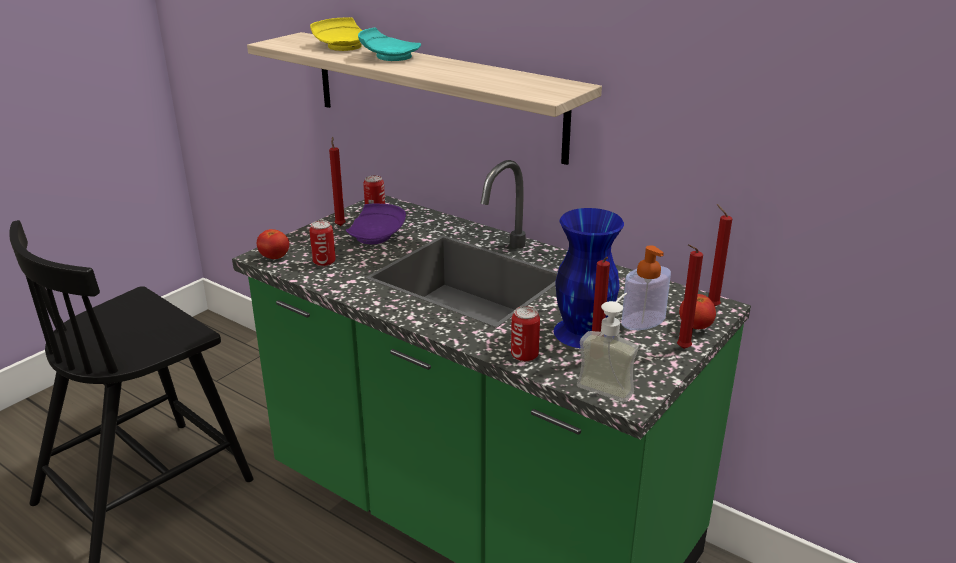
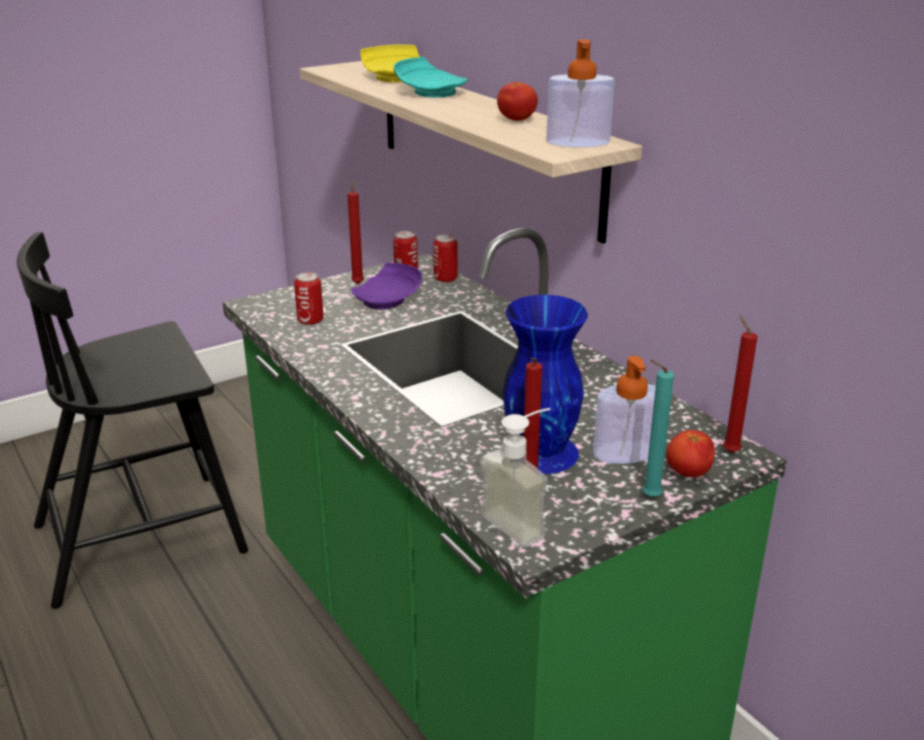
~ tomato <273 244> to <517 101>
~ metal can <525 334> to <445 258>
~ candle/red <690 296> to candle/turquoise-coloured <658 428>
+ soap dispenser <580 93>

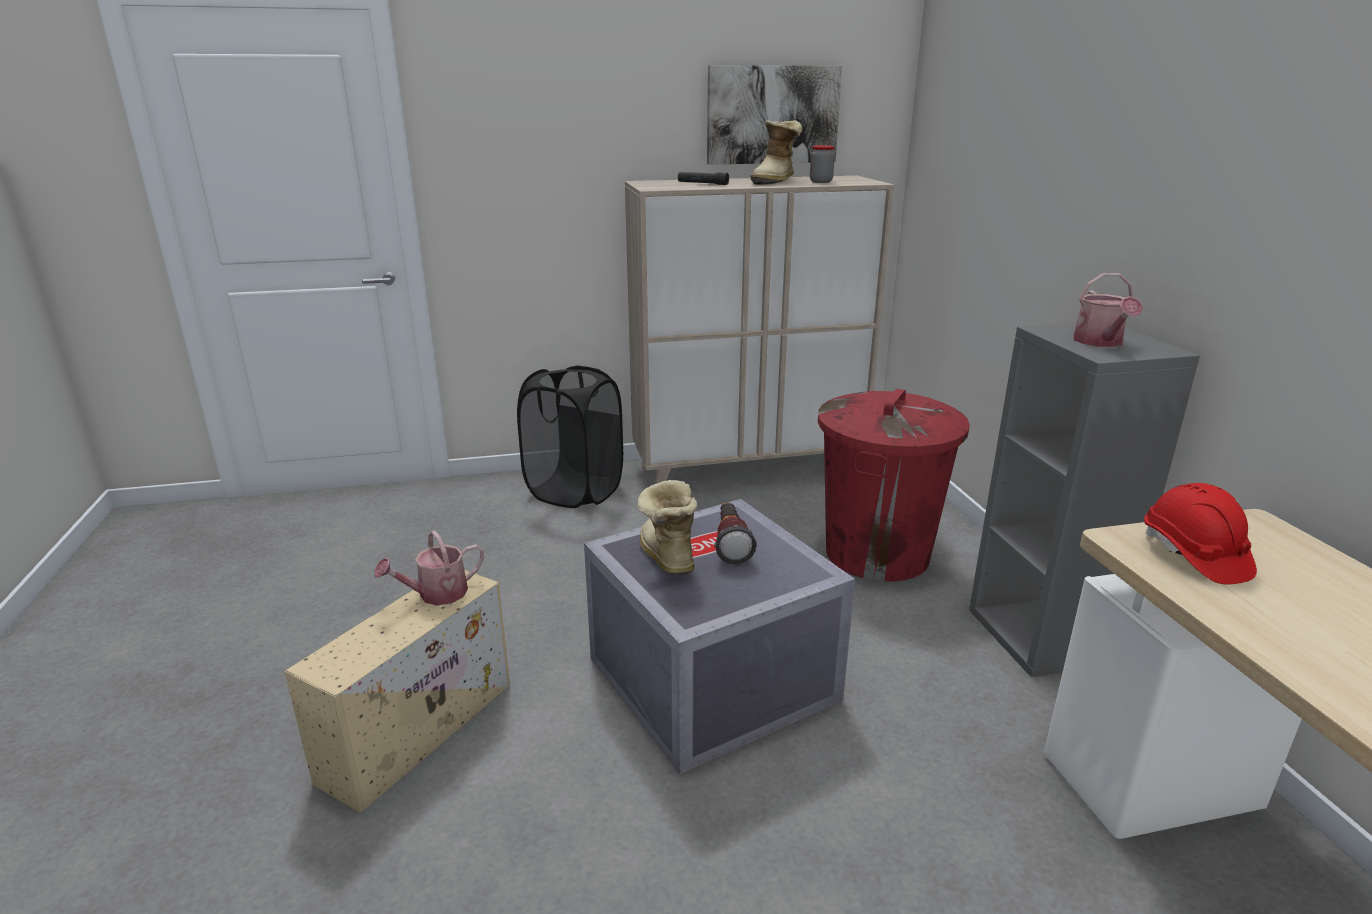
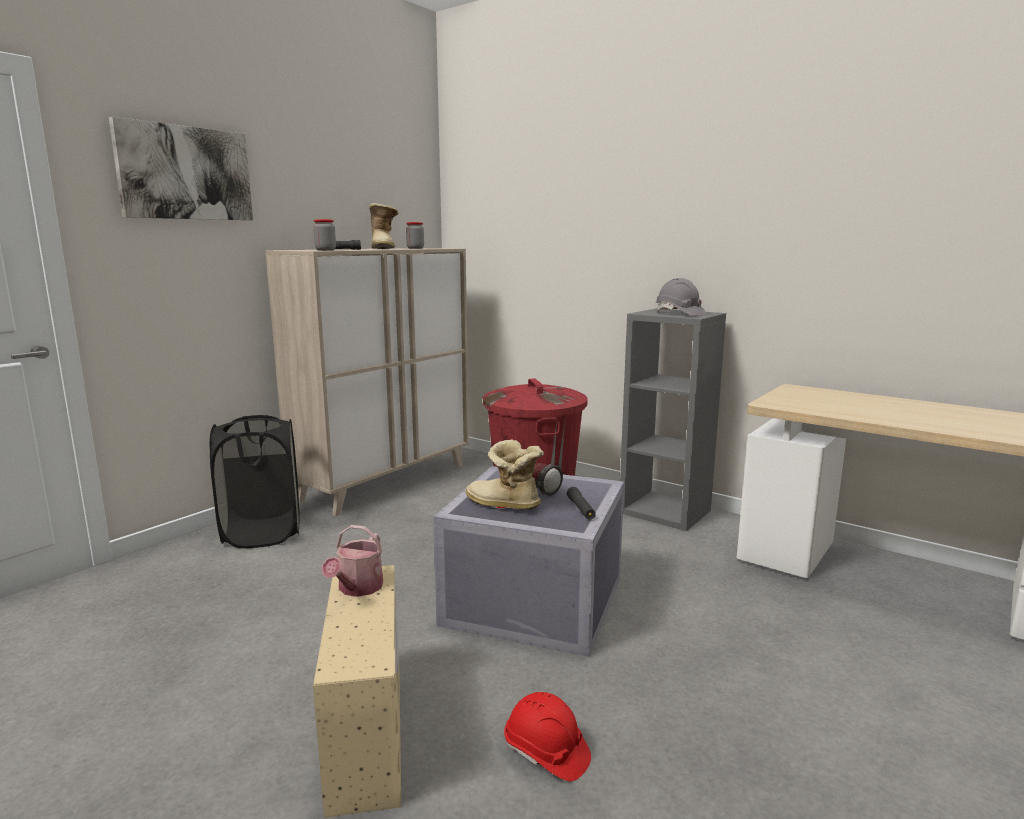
~ picture <774 115> to <181 168>
~ watering pot <1108 310> to work helmet/greyish <681 297>
~ work helmet/red <1200 534> to <547 736>
+ preserve jar <324 235>
+ flashlight/blackish <581 503>

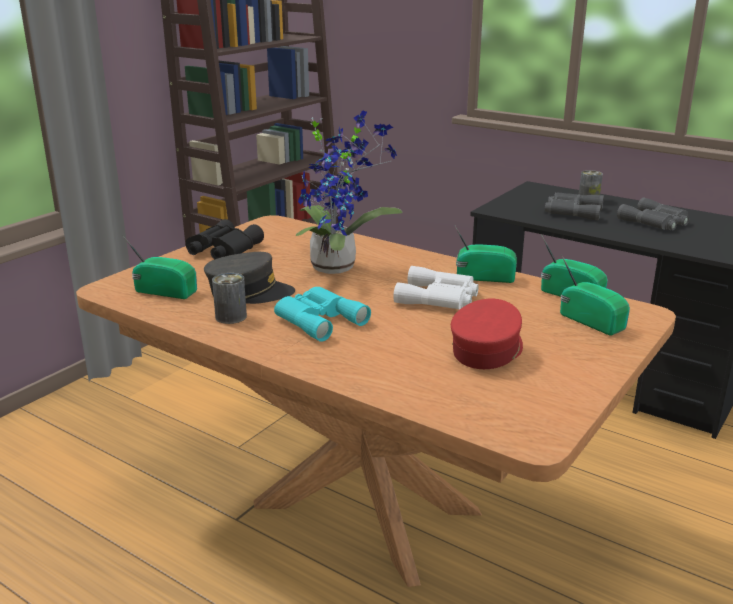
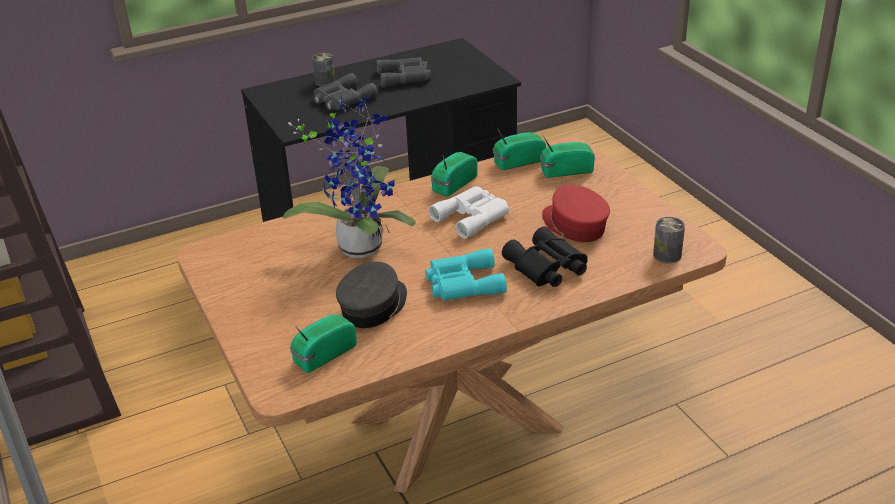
~ pair of binoculars/blackish <225 239> to <545 257>
~ metal can <229 298> to <669 240>

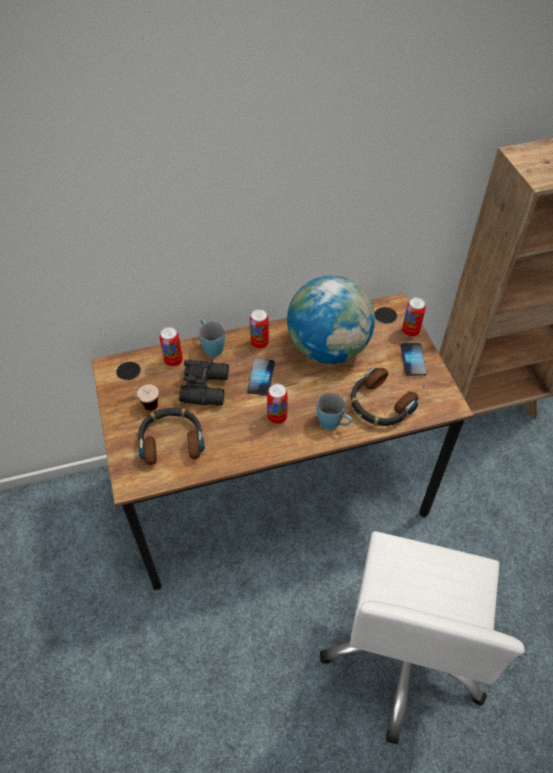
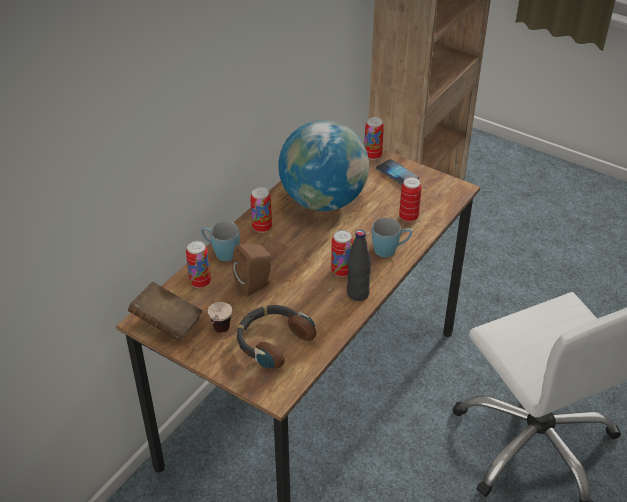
~ pair of binoculars/blackish <204 382> to speaker/brownish <251 269>
- phone <261 377>
~ pair of headphones <384 397> to metal can <410 199>
+ bound book/brownish <165 312>
+ drink bottle/blackish <359 265>

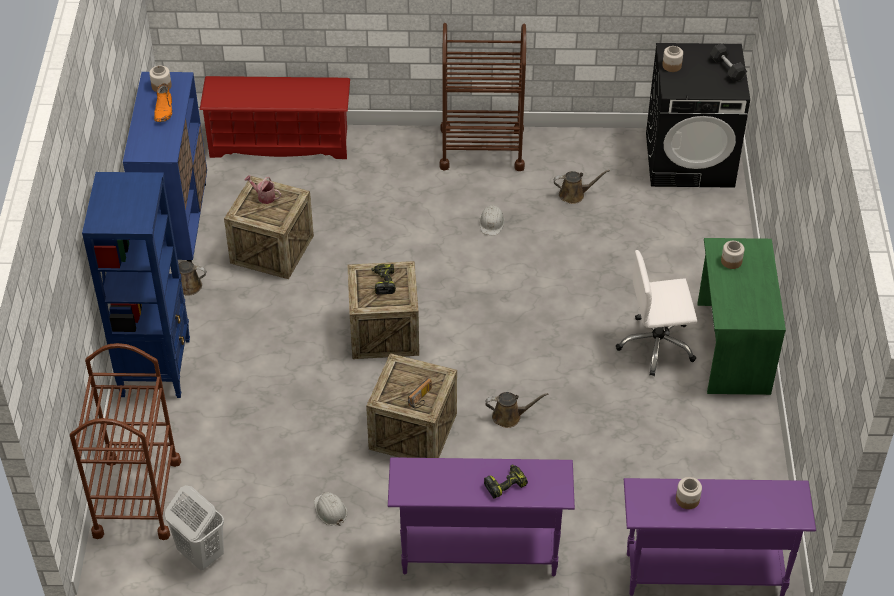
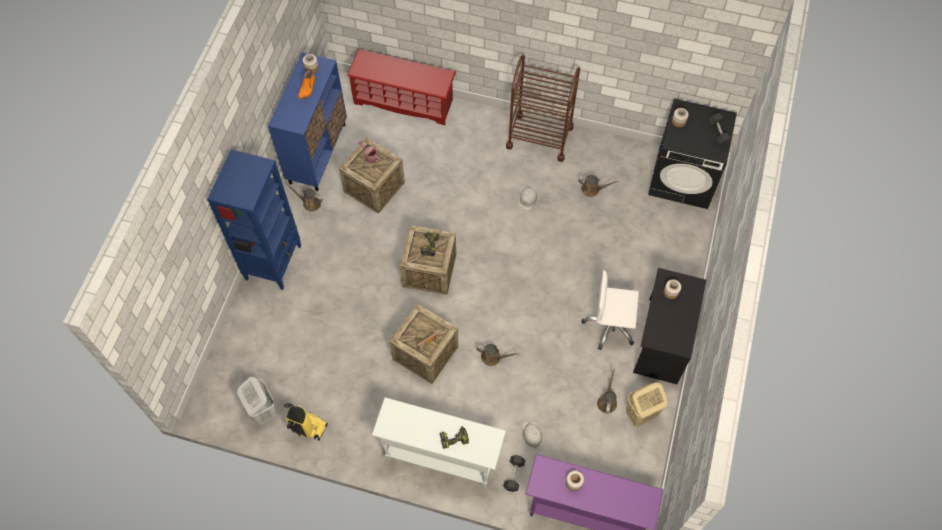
- trolley/brownish <125 441>
~ work helmet/white-coloured <331 509> to <532 434>
~ console table/purple-coloured <481 516> to console table/white-coloured <439 442>
~ desk unit/green <741 316> to desk unit/blackish <669 326>
+ vacuum <306 422>
+ free weight/greyish <514 473>
+ watering pot/brownish <607 391>
+ washing basket/sand-coloured <647 404>

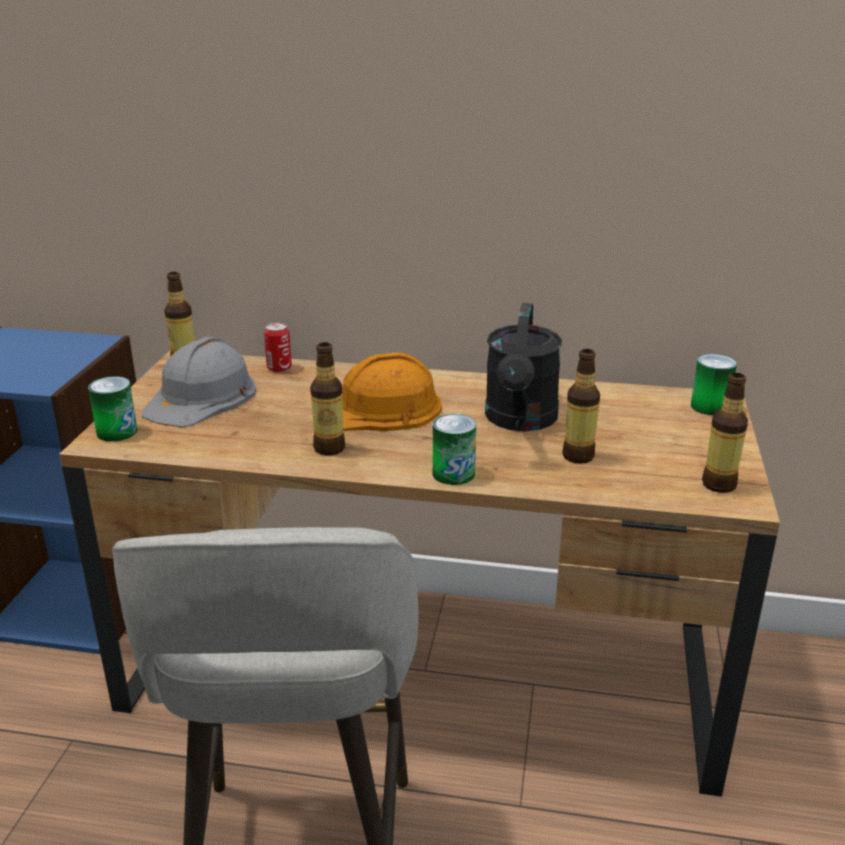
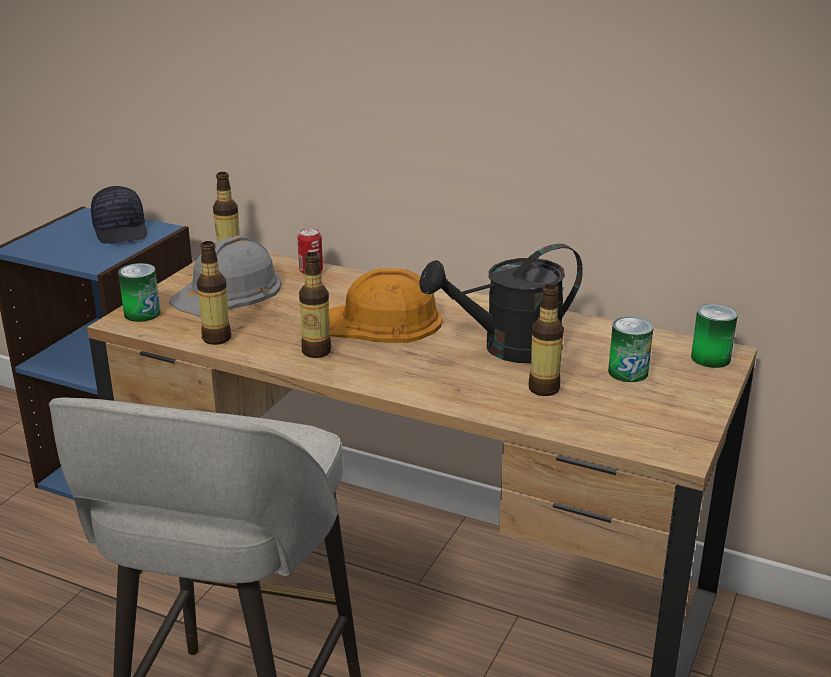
~ metal can <454 449> to <631 349>
~ watering pot/blackish <523 367> = <501 303> 45 degrees clockwise
~ drink bottle <725 433> to <214 293>
+ baseball cap/blackish <119 215>

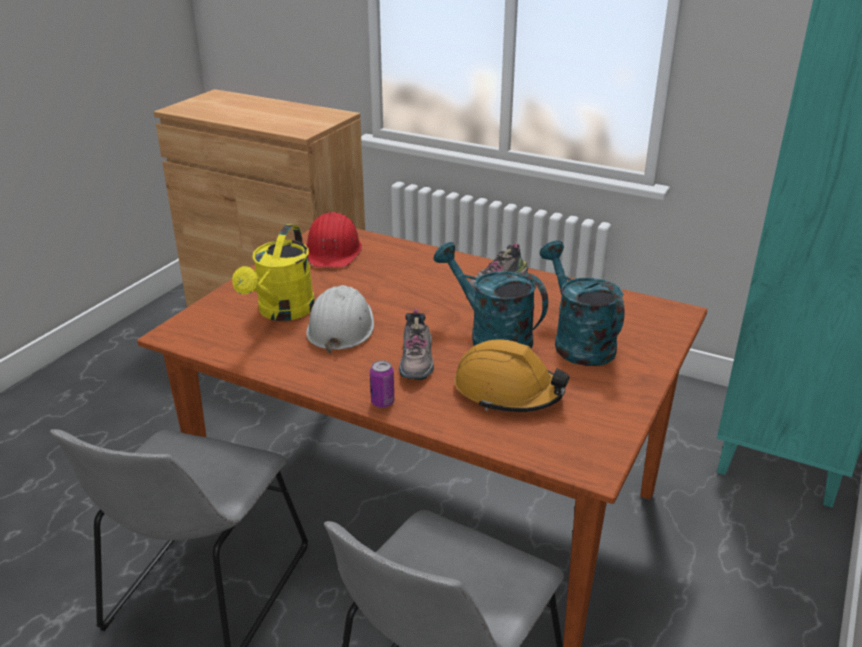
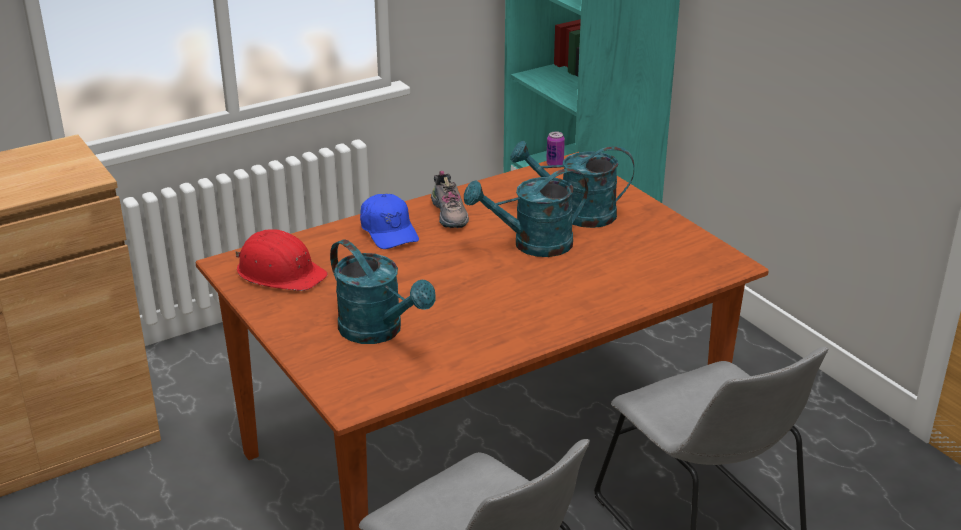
~ watering pot/yellow <273 272> to watering pot/turquoise-coloured <383 291>
- work helmet/white-coloured <340 319>
~ metal can <382 384> to <555 148>
- low shoe <416 344>
- work helmet/orange <512 375>
+ baseball cap/blue-coloured <389 221>

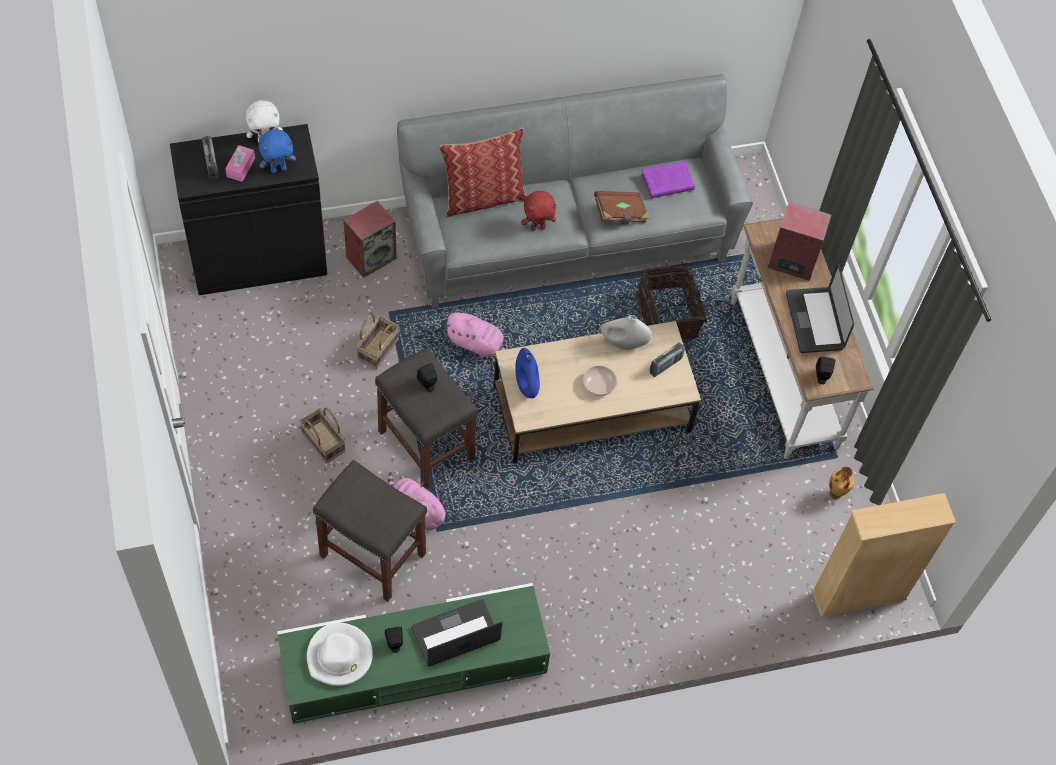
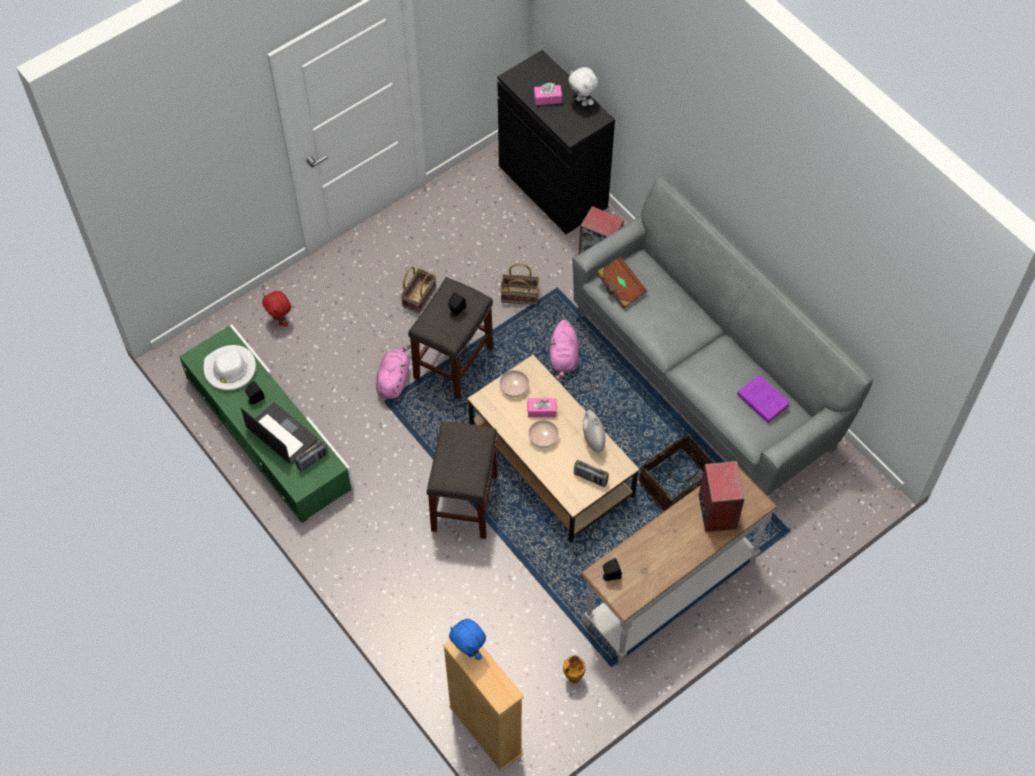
~ radio receiver <210 158> to <311 456>
~ soft toy/blue-coloured <277 151> to <467 639>
~ sitting stool/greyish <370 531> to <462 480>
- throw pillow <483 172>
~ flower vase/blue-coloured <527 373> to deep dish <514 383>
~ soft toy/red <538 211> to <276 309>
~ bound book/brownish <621 207> to <622 282>
- portable computer <820 308>
+ tissue holder/pinkish <542 407>

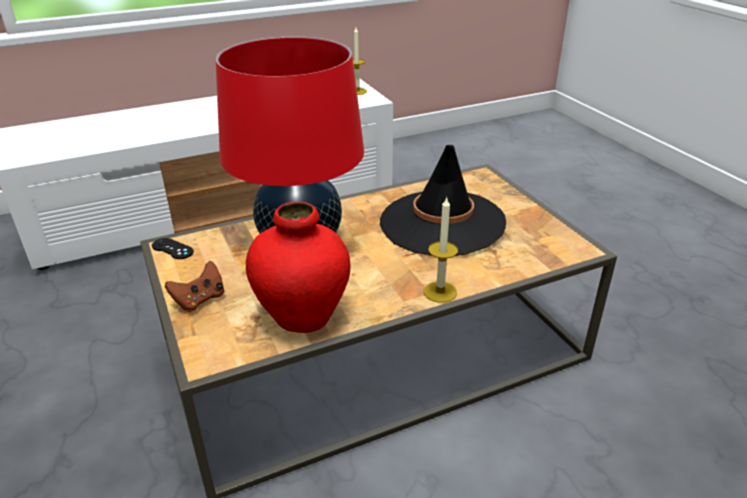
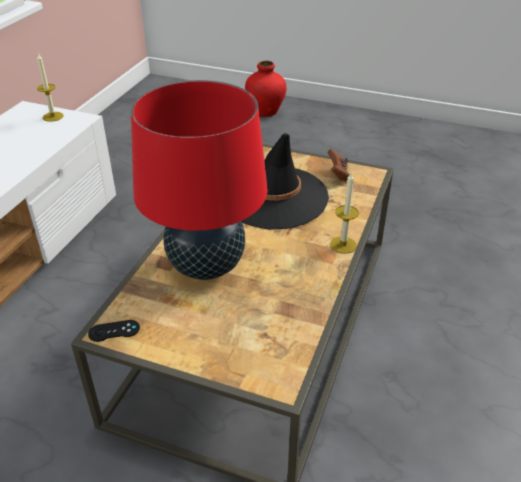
~ joypad/brownish <195 286> to <339 165>
~ flower vase/red <298 267> to <266 89>

